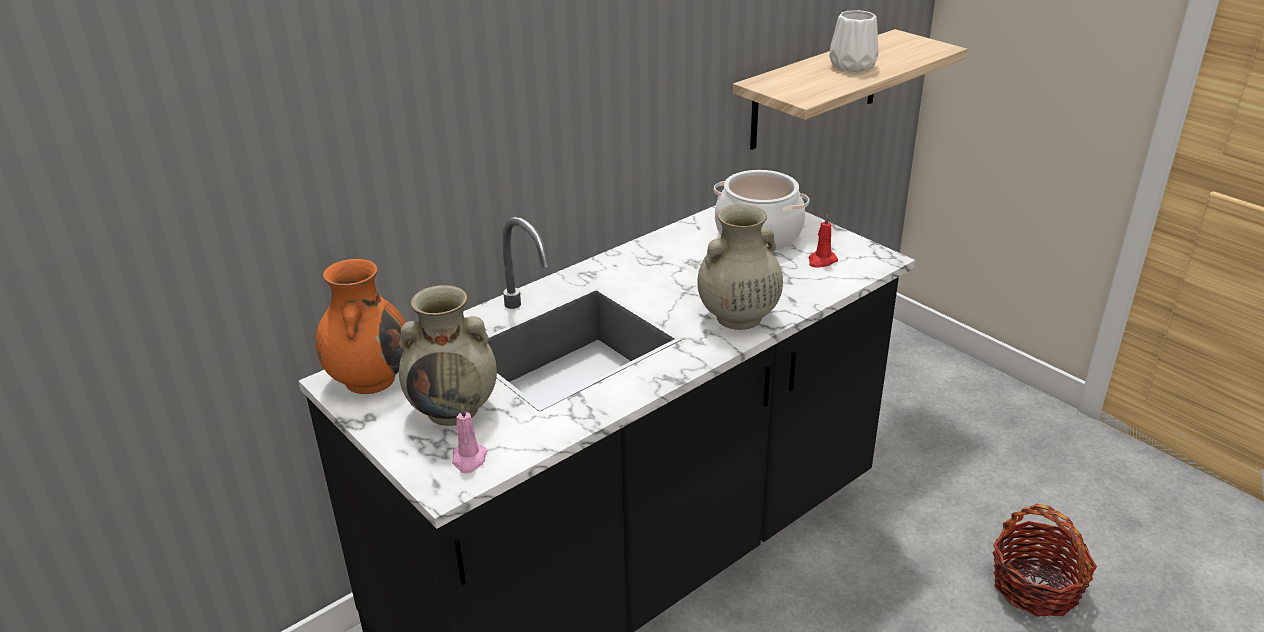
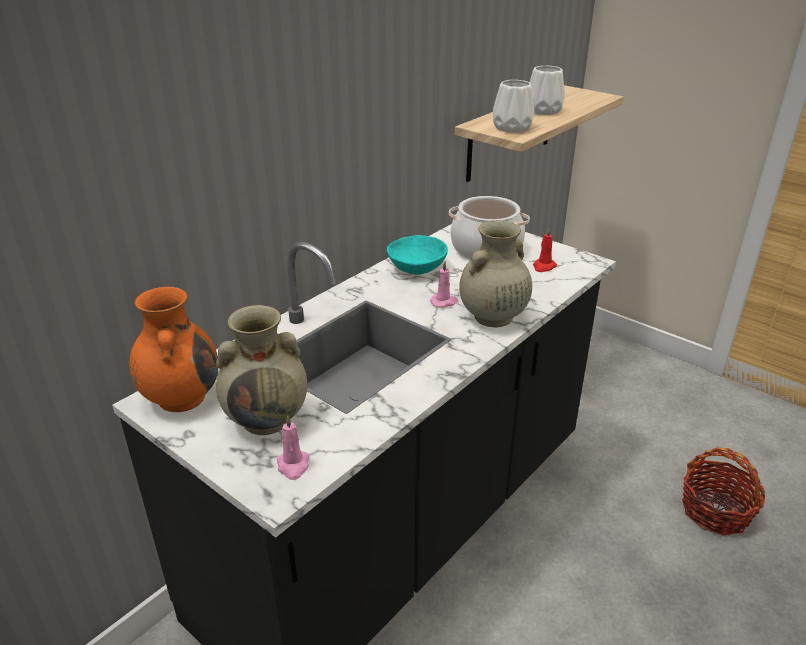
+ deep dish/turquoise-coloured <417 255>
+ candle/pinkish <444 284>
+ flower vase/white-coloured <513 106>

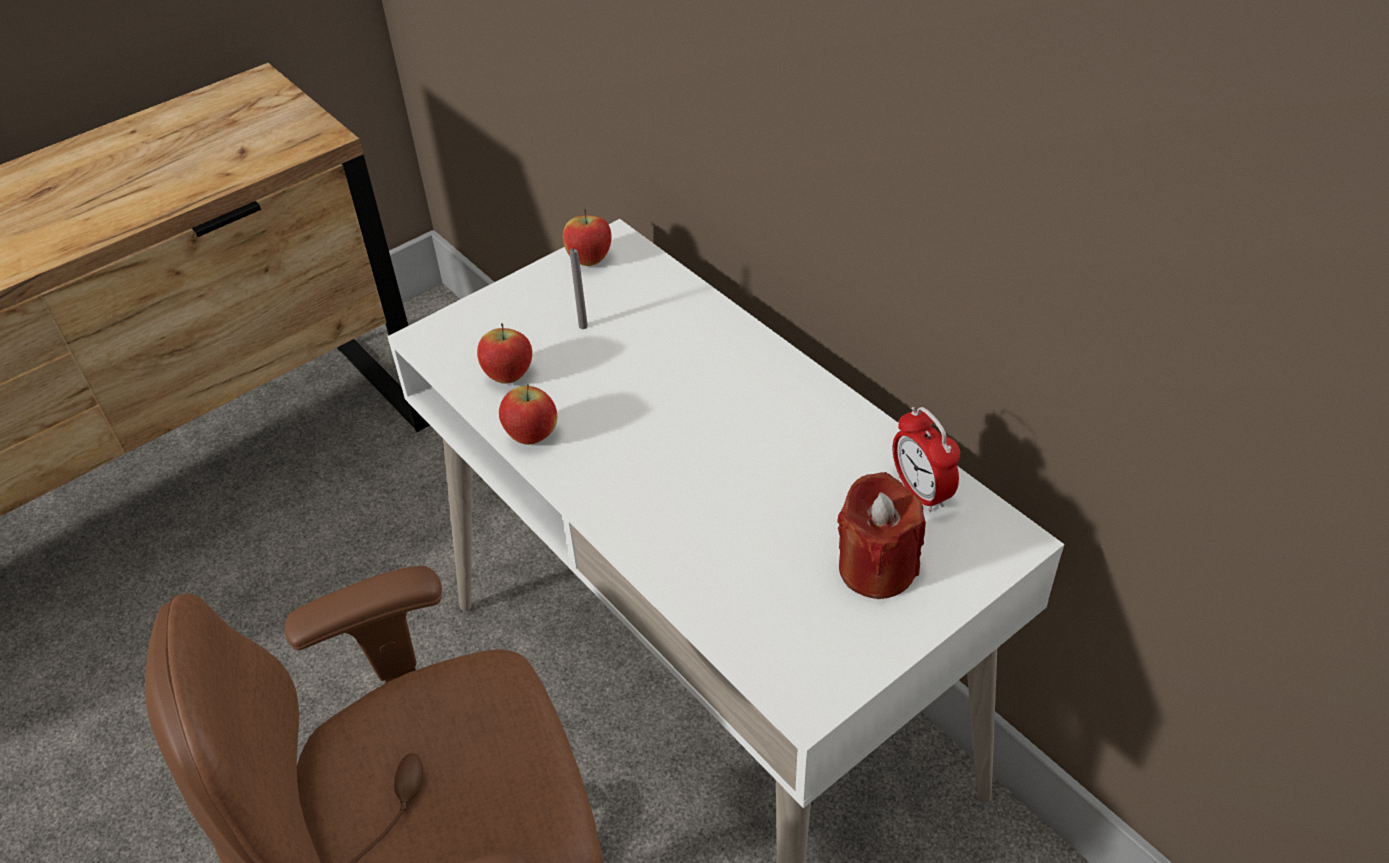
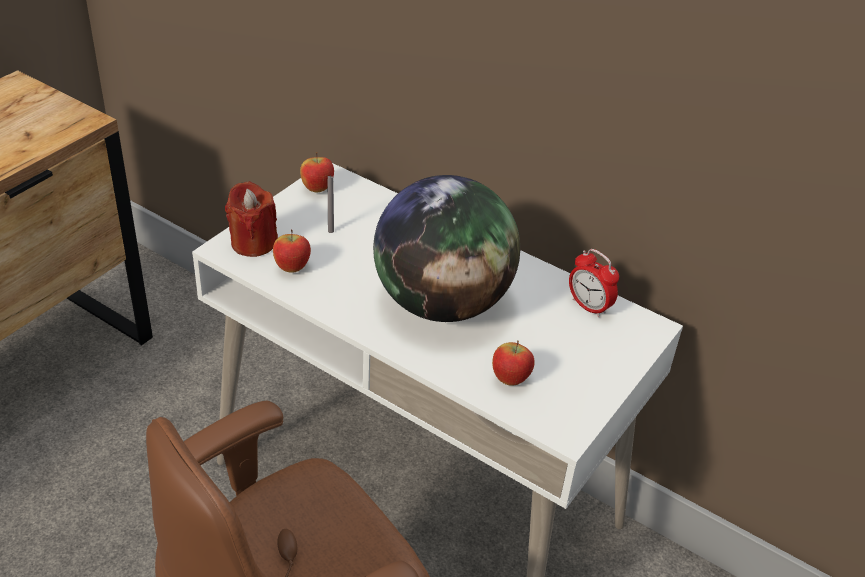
~ apple fruit <528 414> to <513 363>
~ candle/red <881 535> to <251 219>
+ world globe <446 248>

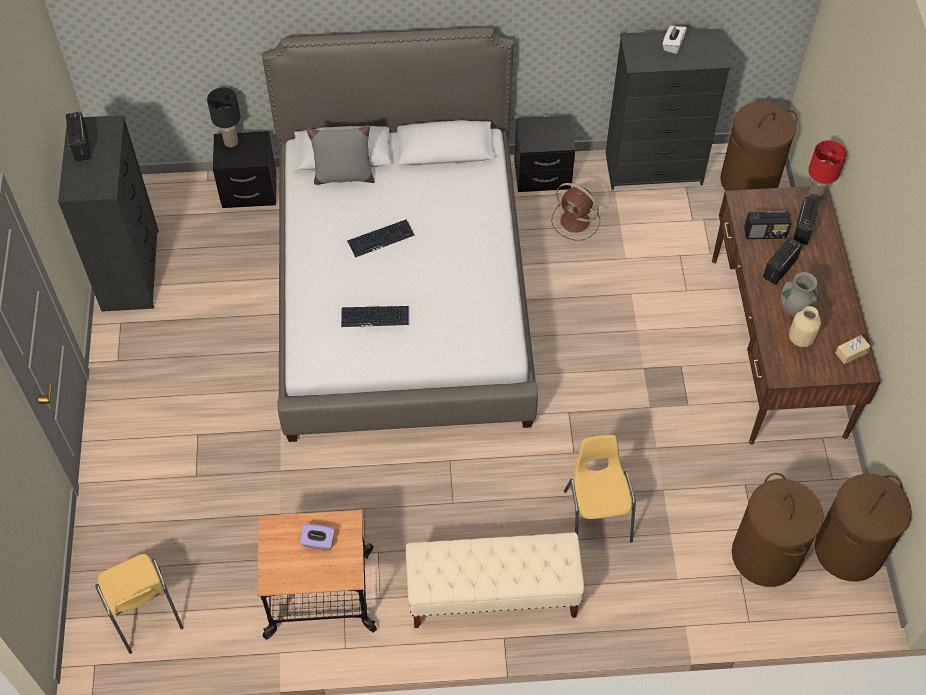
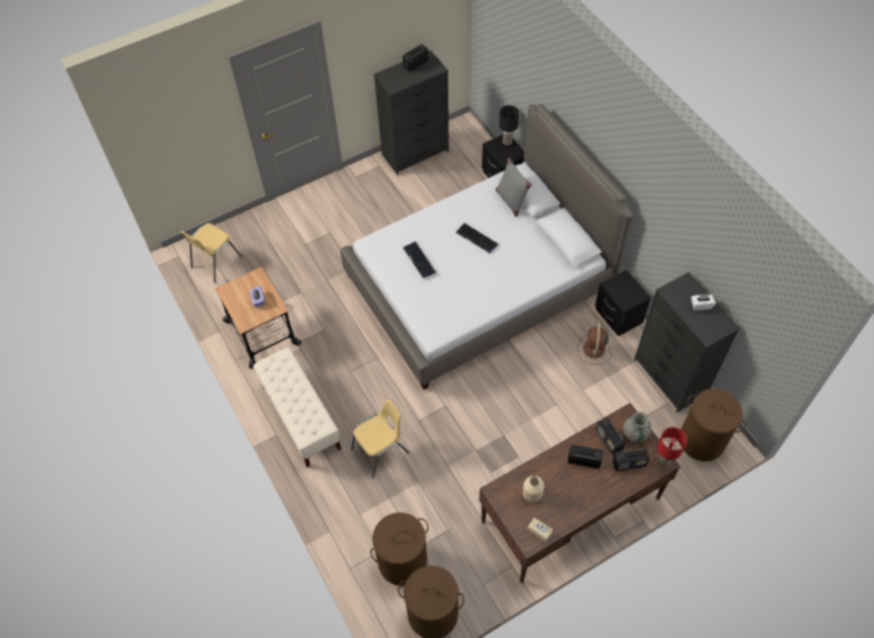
~ flower vase/greyish <800 294> to <637 427>

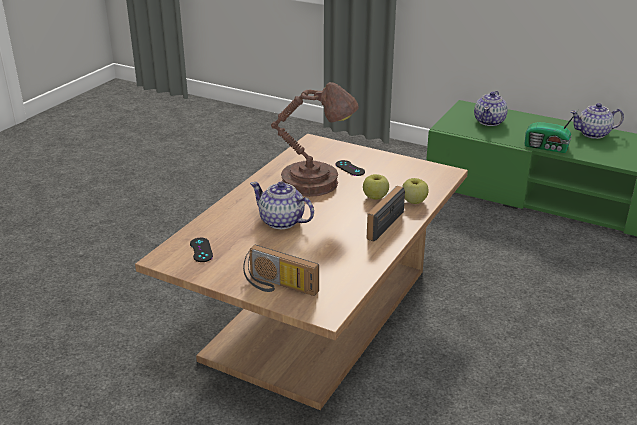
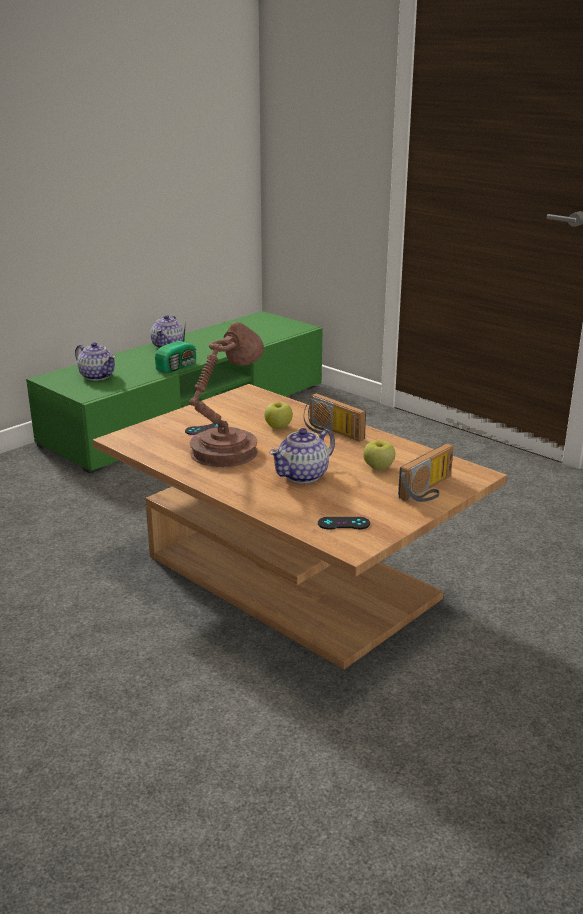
~ apple fruit <415 191> to <379 455>

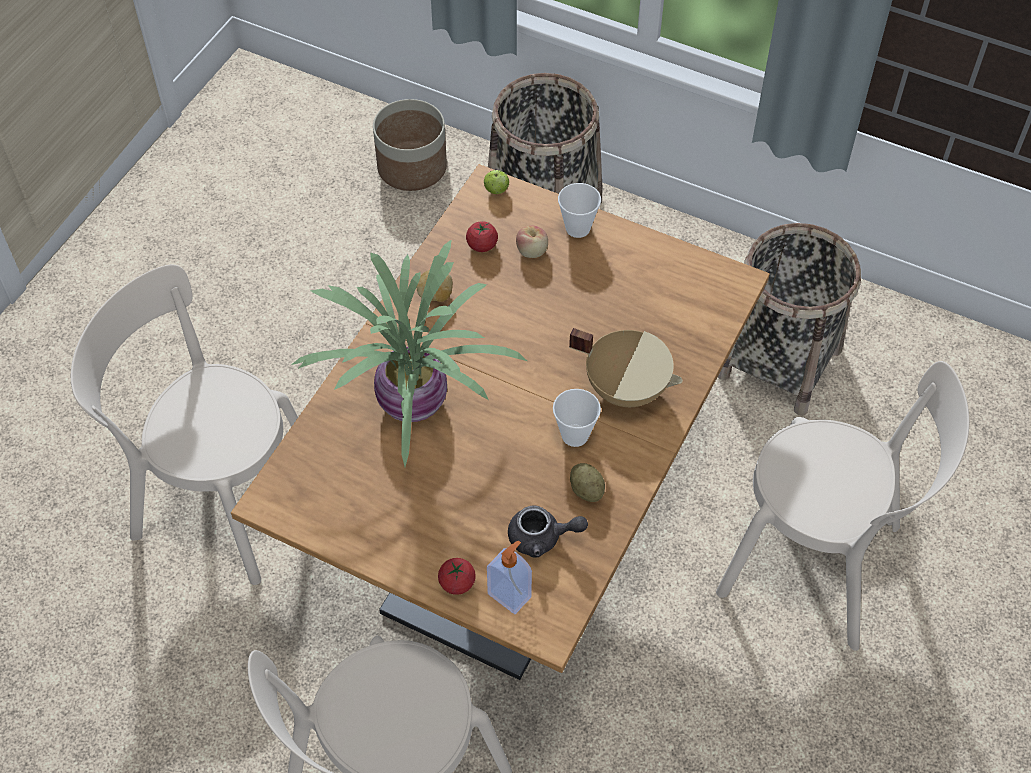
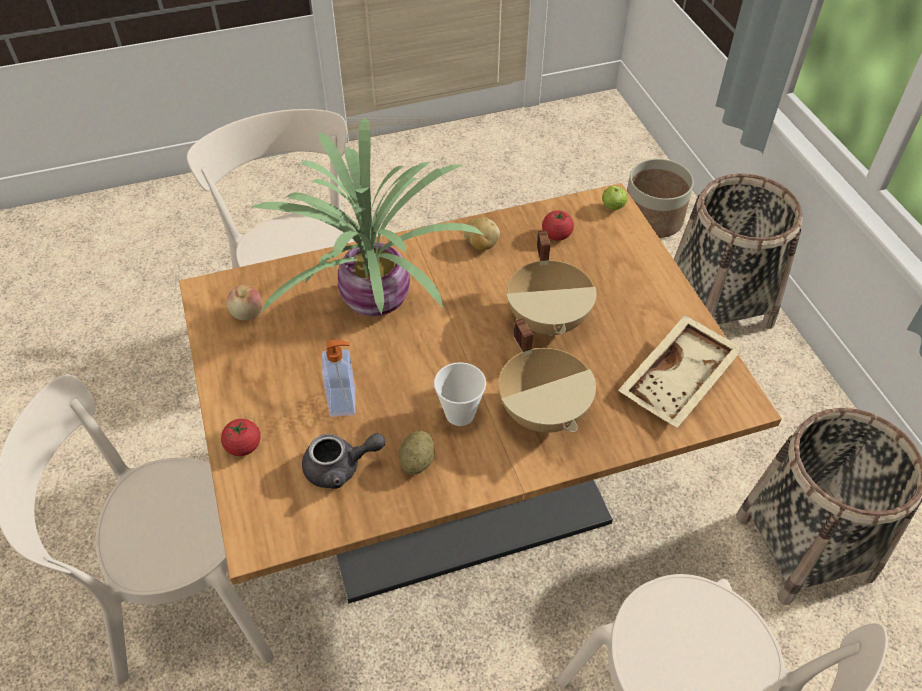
~ soap dispenser <509 577> to <338 378>
~ pot for tea/greyish <548 532> = <343 461> 60 degrees counterclockwise
~ apple fruit <532 242> to <244 303>
- cup <579 210>
+ cooking pot/sand-coloured <552 283>
+ carrying tray/sand-coloured <680 371>

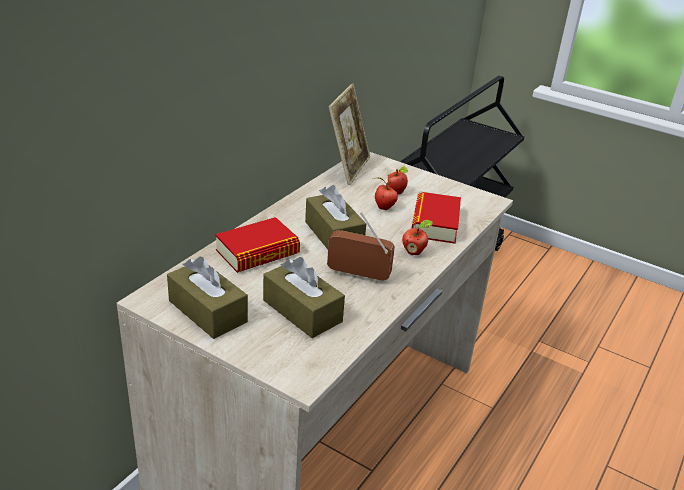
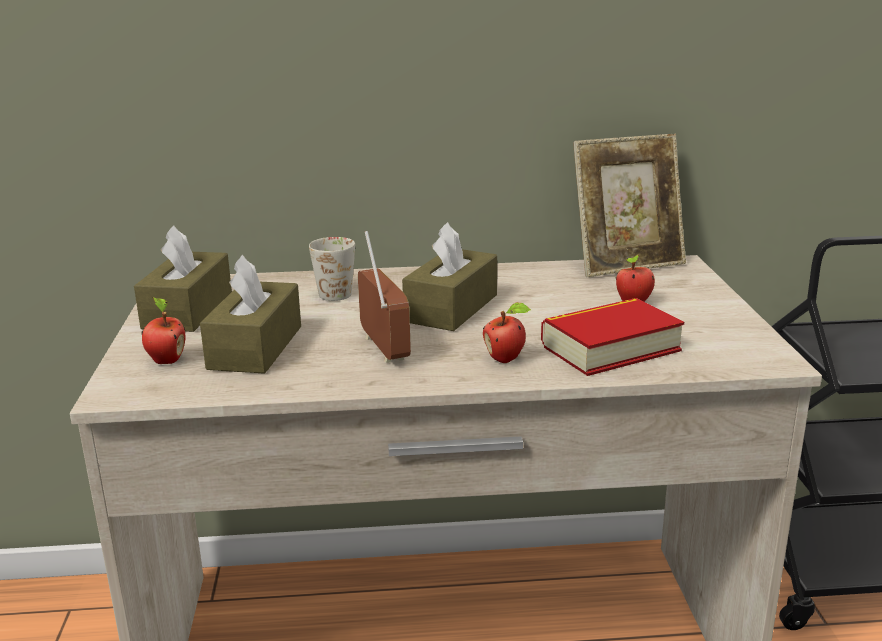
~ bound book <257 245> to mug/white-coloured <332 269>
~ apple fruit <385 193> to <163 330>

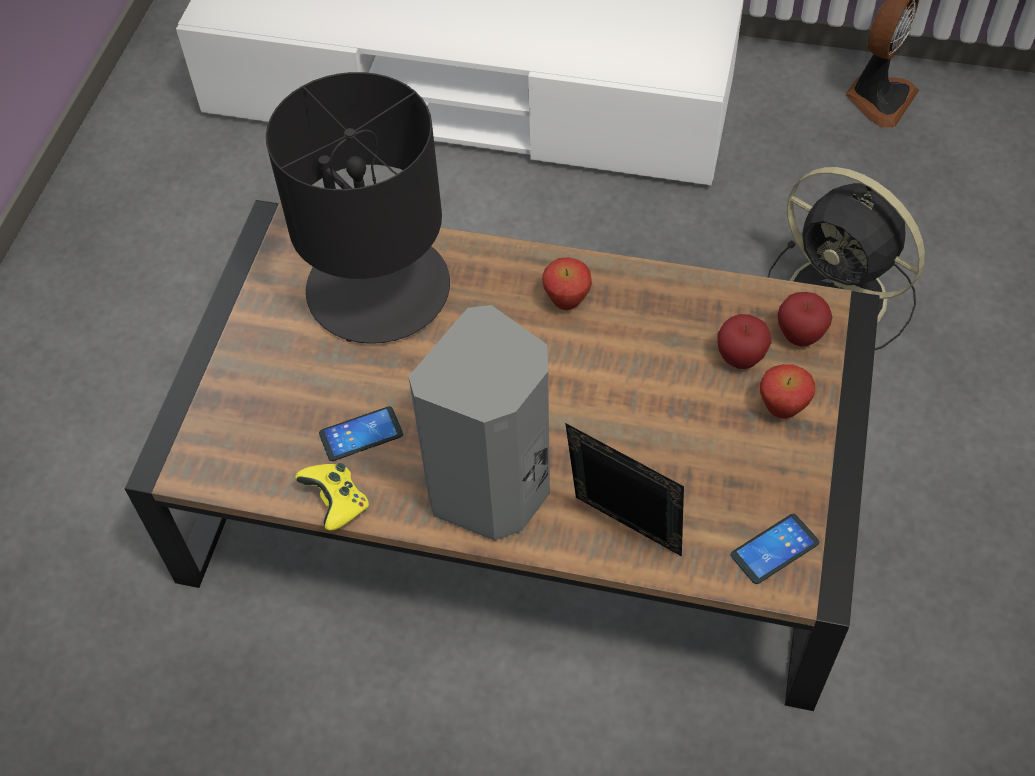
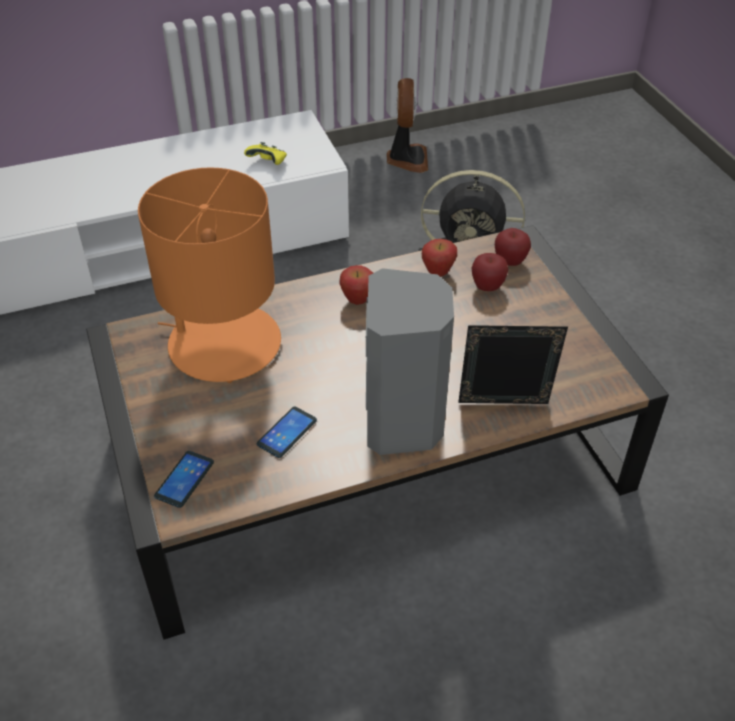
~ lamp for a table/blackish <358 208> to lamp for a table/orange <209 275>
~ joypad/yellow <332 496> to <265 153>
~ phone <775 549> to <184 479>
~ apple fruit <787 391> to <439 258>

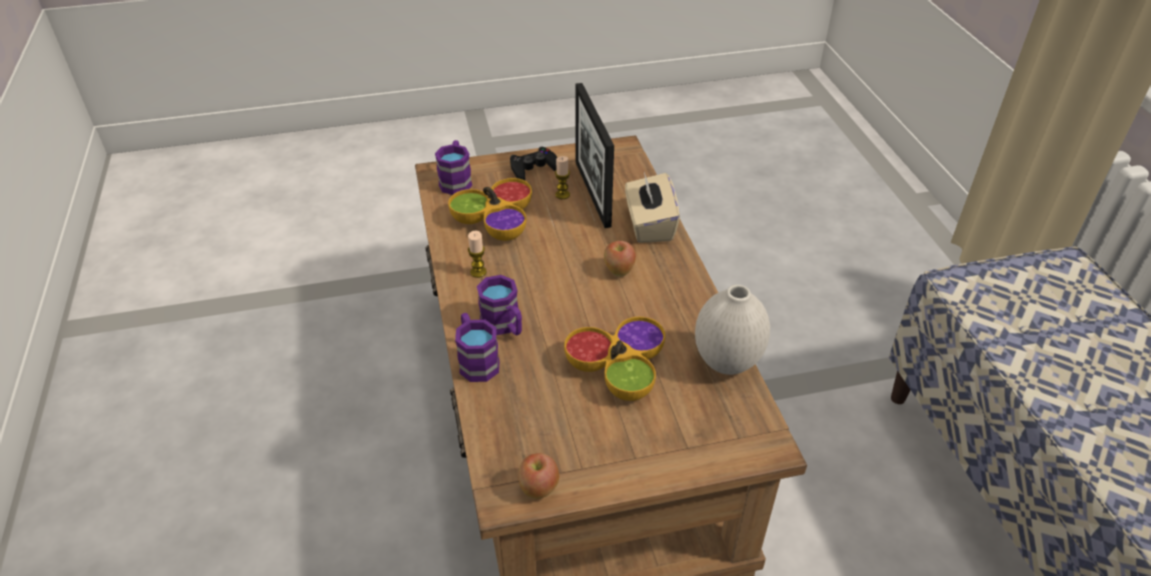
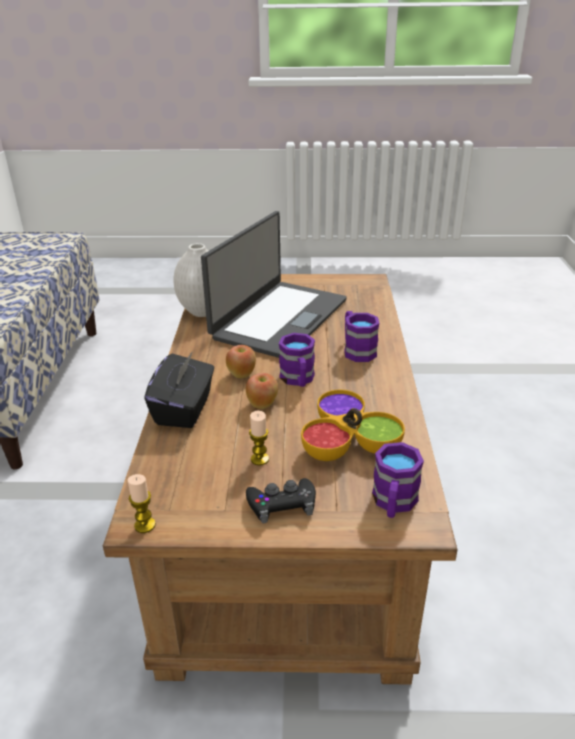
~ mug/purple-coloured <477 347> to <297 360>
~ candle <477 254> to <141 503>
~ apple fruit <538 476> to <262 391>
~ deep dish <614 359> to portable computer <274 284>
- photo frame <595 155>
~ tissue holder/sand-coloured <652 207> to tissue holder/blackish <179 389>

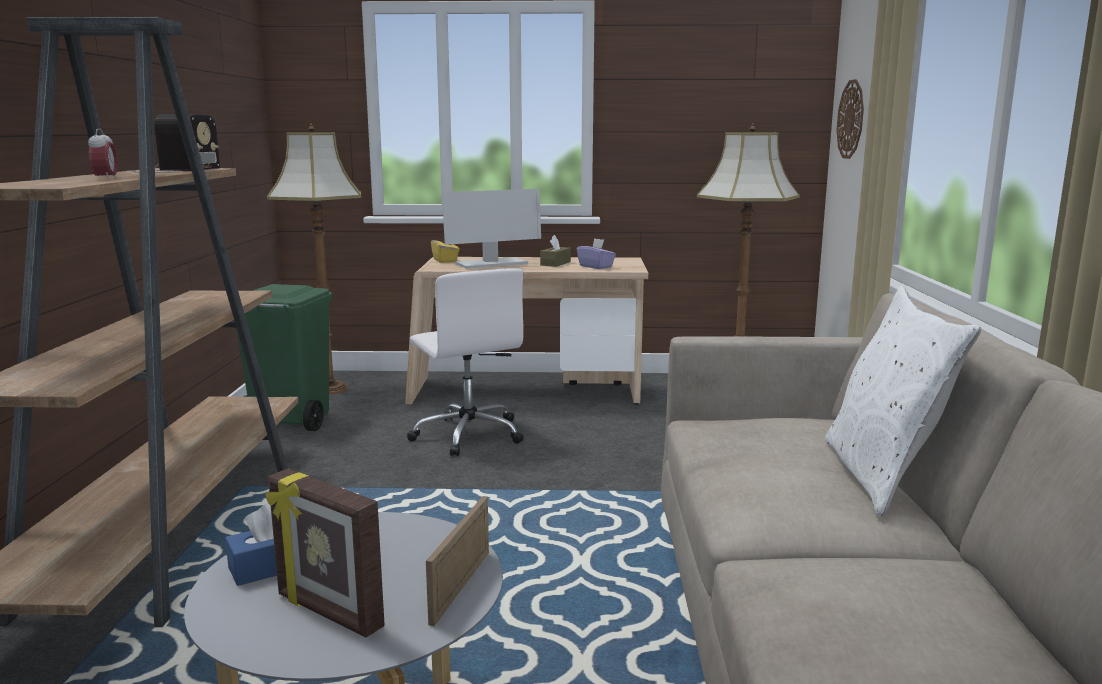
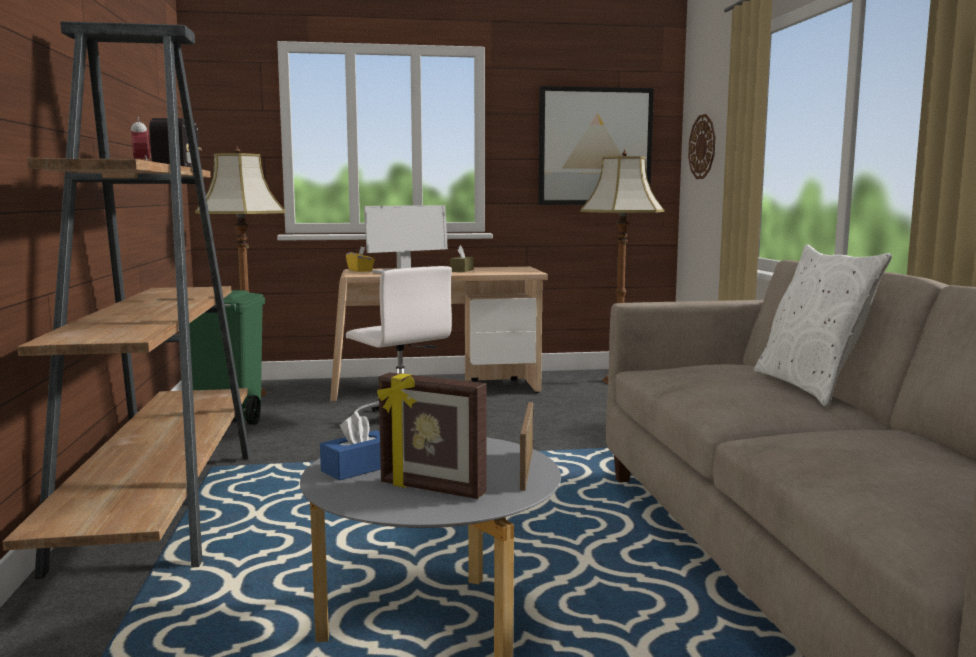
- tissue holder/purple-coloured <596 253>
+ picture <596 145>

